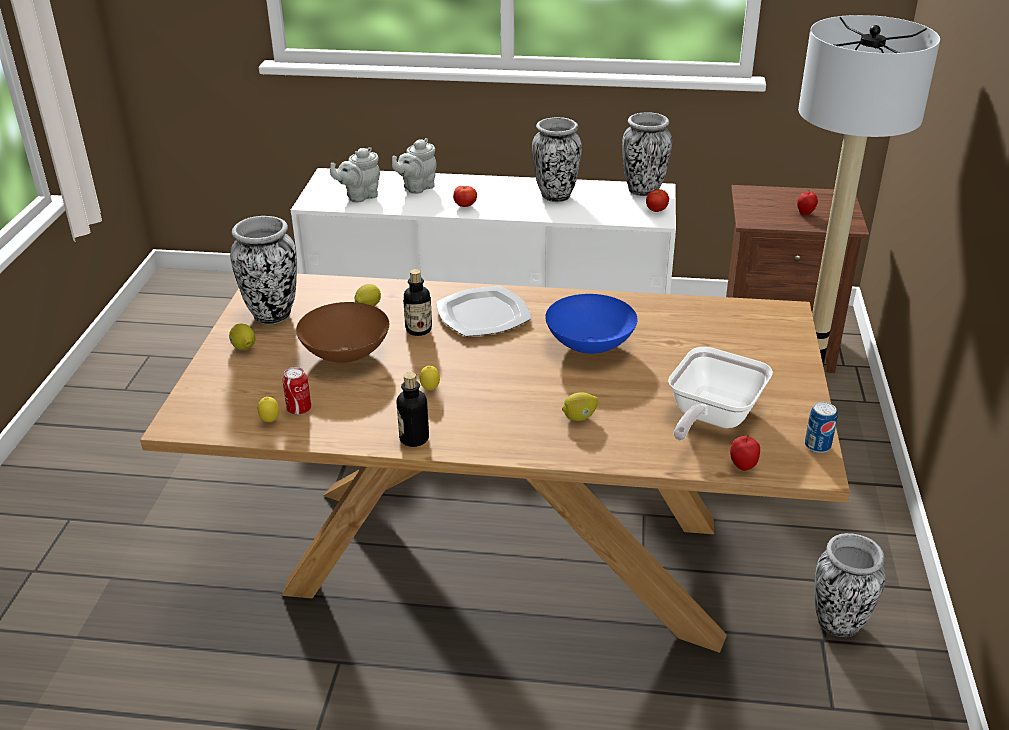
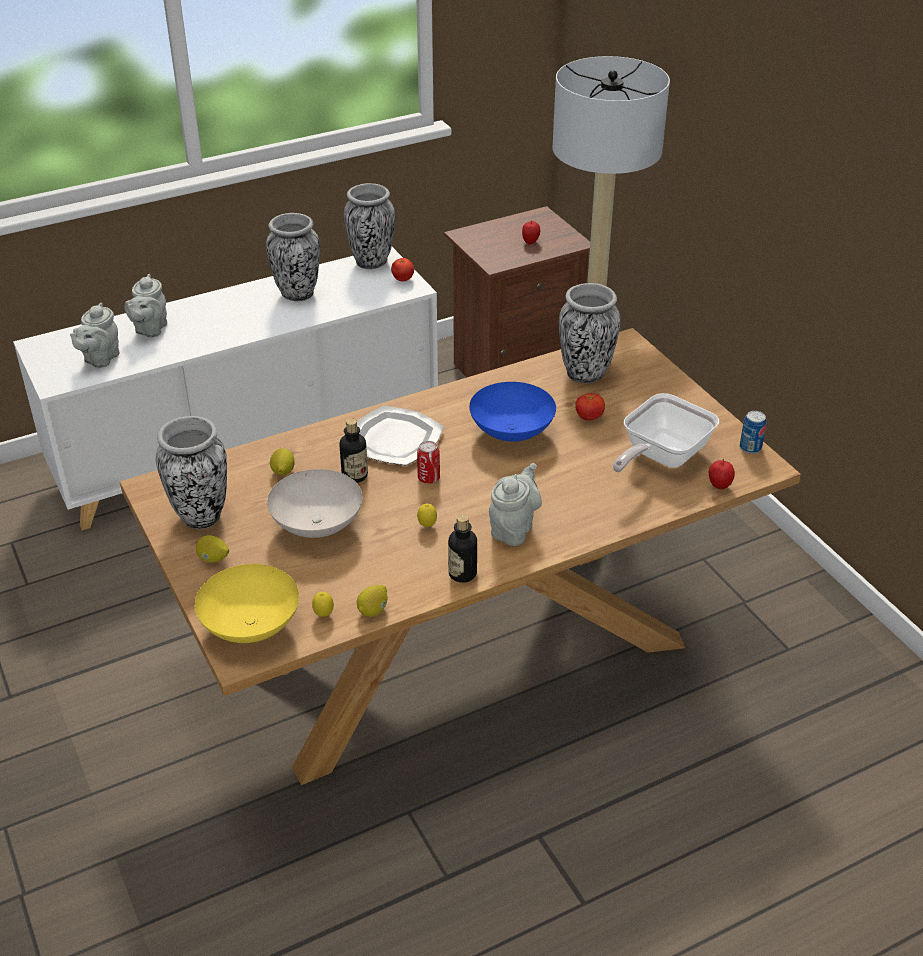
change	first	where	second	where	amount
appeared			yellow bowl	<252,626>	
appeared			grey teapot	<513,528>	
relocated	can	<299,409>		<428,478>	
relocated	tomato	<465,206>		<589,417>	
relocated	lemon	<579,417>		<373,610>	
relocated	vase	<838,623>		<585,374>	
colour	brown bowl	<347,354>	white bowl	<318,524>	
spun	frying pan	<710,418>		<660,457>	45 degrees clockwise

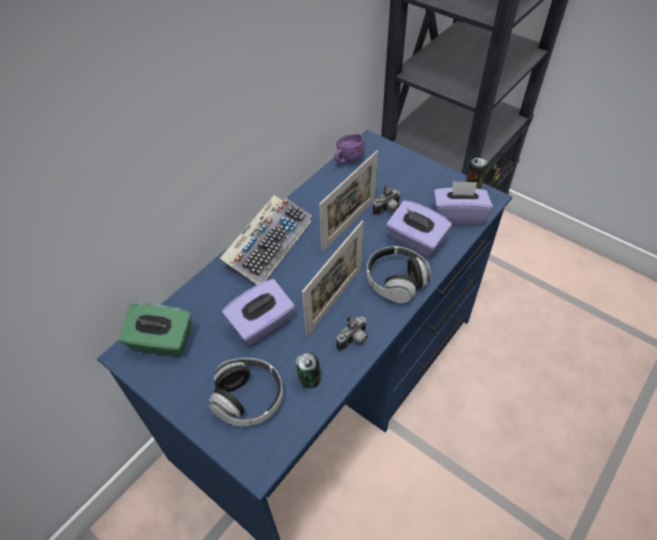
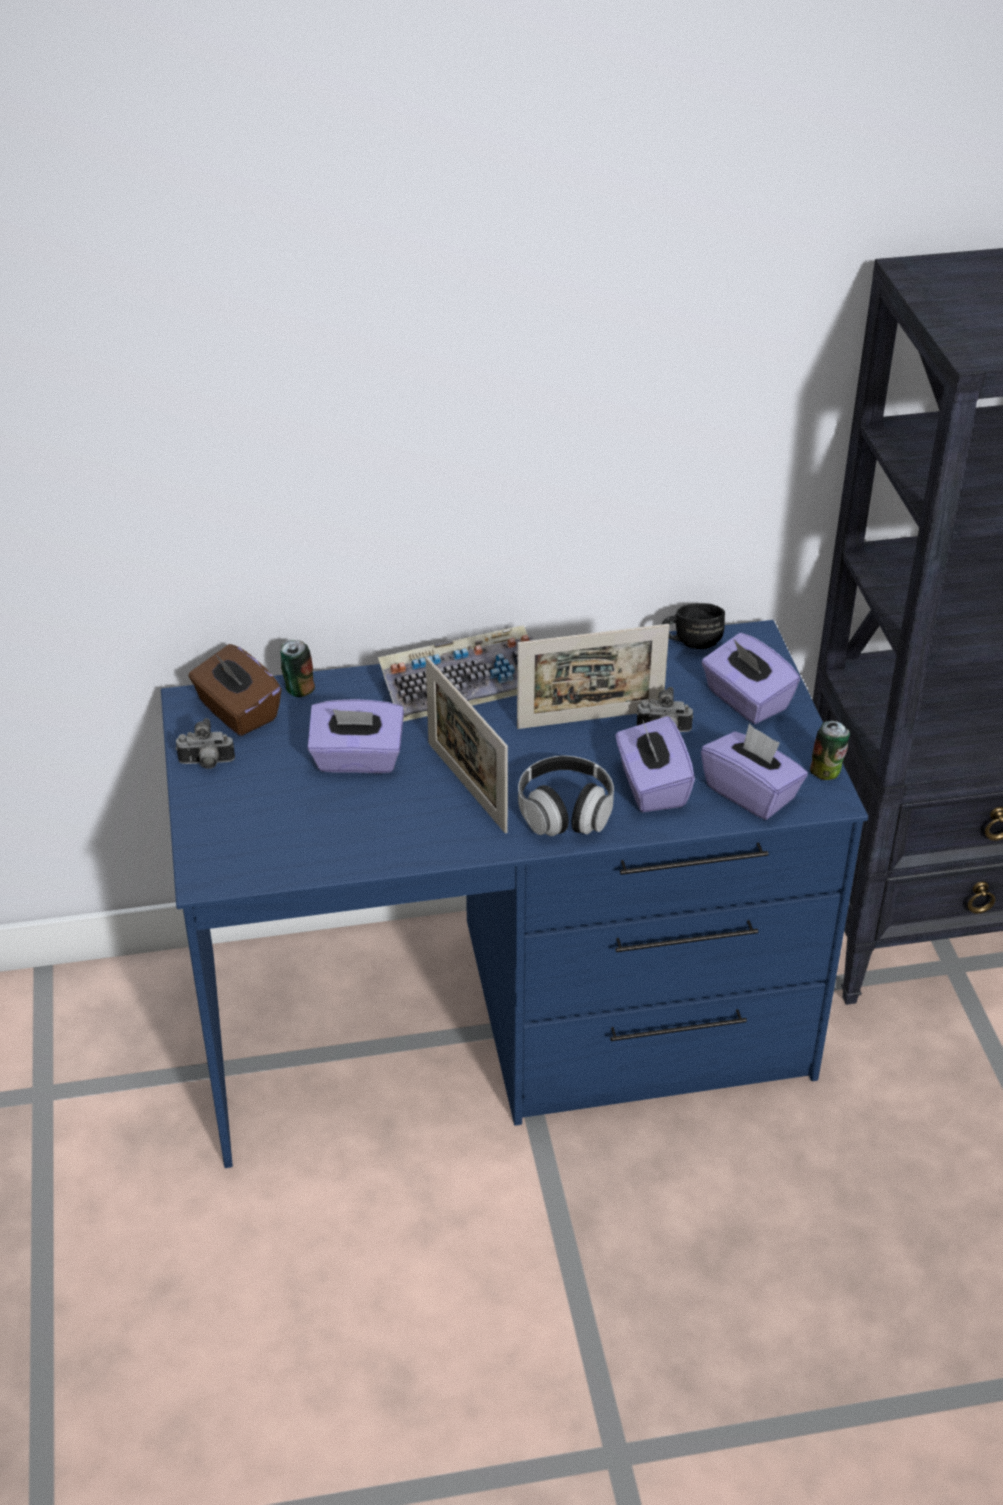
change	first	where	second	where	amount
missing	headphones	<248,399>			
appeared			purple tissue box	<746,700>	
relocated	can	<309,380>		<298,689>	
relocated	photo camera	<354,341>		<206,764>	
colour	green tissue box	<162,342>	brown tissue box	<237,712>	
colour	purple mug	<347,159>	black mug	<691,642>	
spun	picture frame	<335,300>		<466,787>	75 degrees clockwise

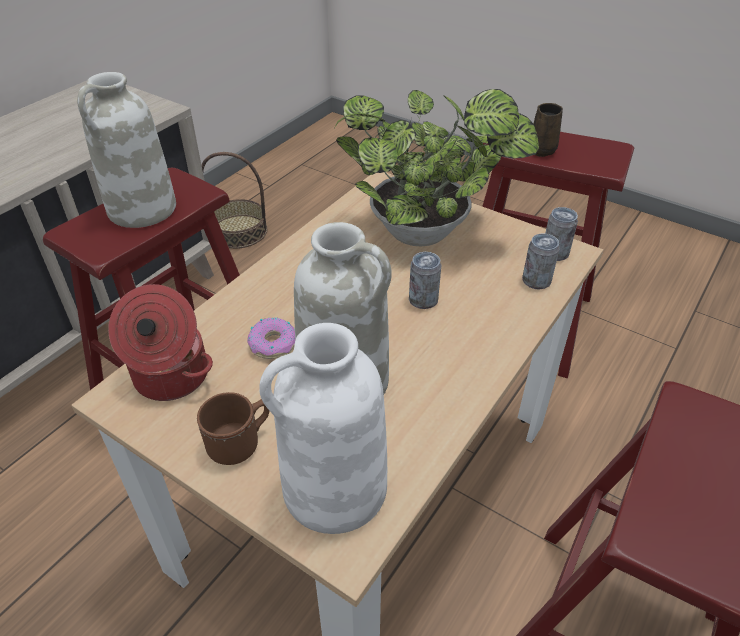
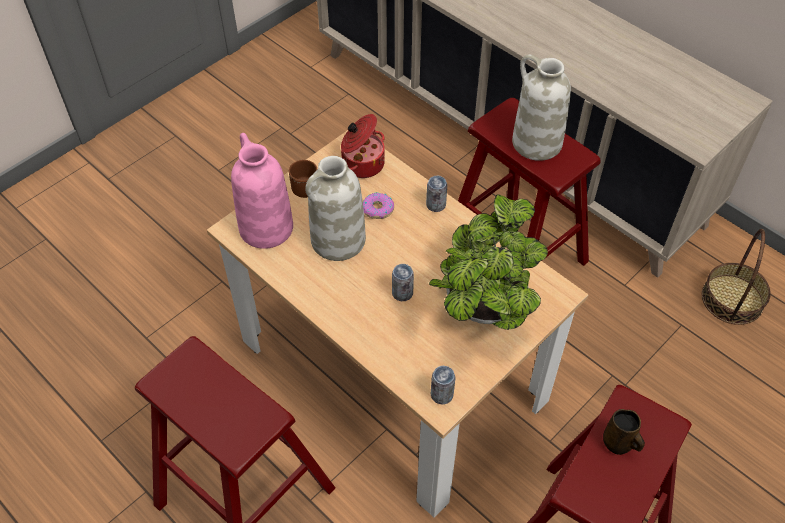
change	first	where	second	where	amount
relocated	can	<536,281>		<436,205>	
colour	white vase	<334,490>	pink vase	<265,227>	

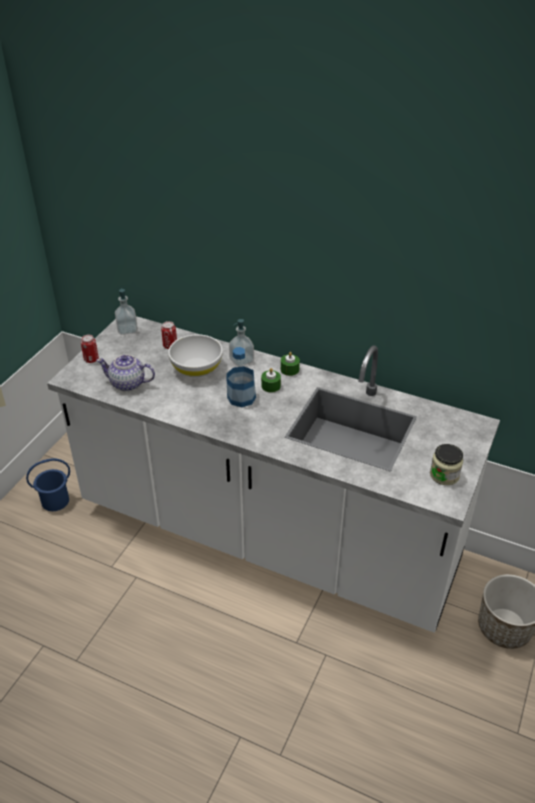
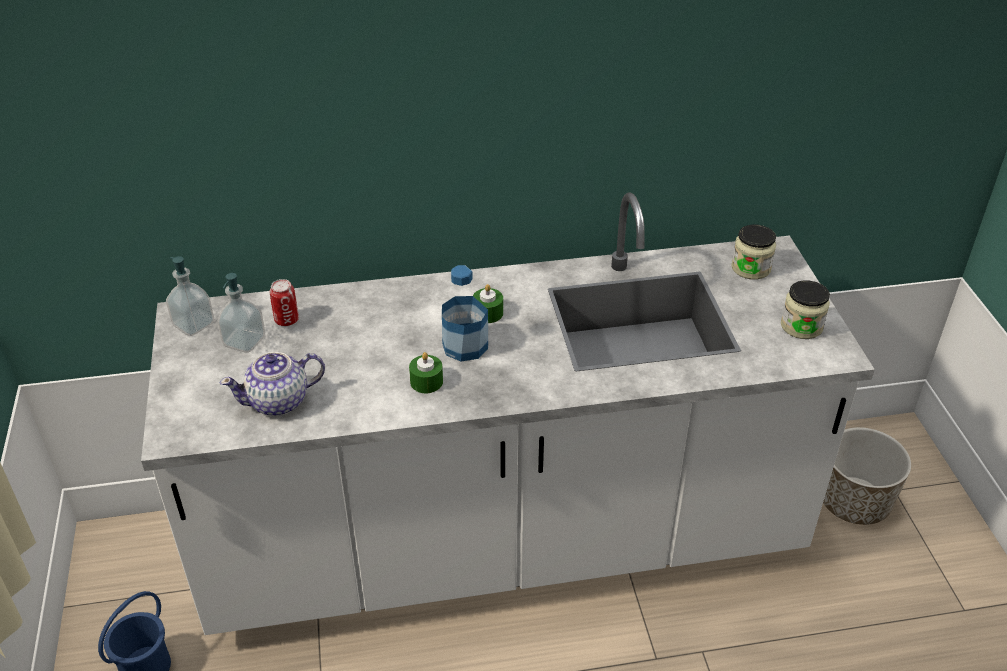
change	first	where	second	where	amount
missing	can	<91,359>			
missing	white bowl	<196,368>			
appeared			jar	<751,268>	
relocated	soap dispenser	<241,360>		<244,341>	
relocated	green candle	<289,369>		<426,382>	

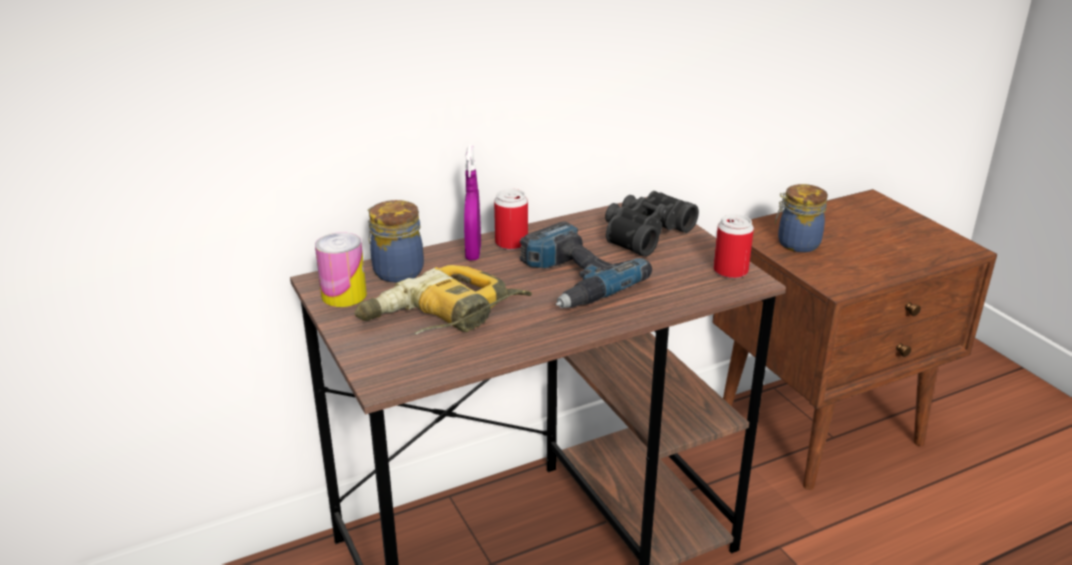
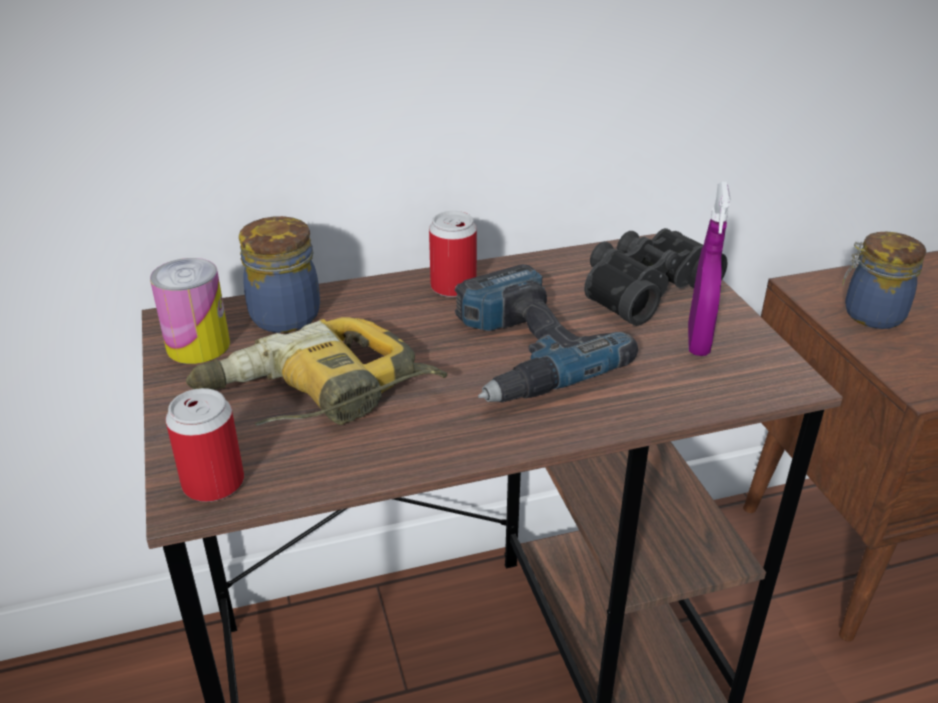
change	first	where	second	where	amount
relocated	purple spray bottle	<473,252>		<698,341>	
relocated	can	<730,271>		<213,483>	

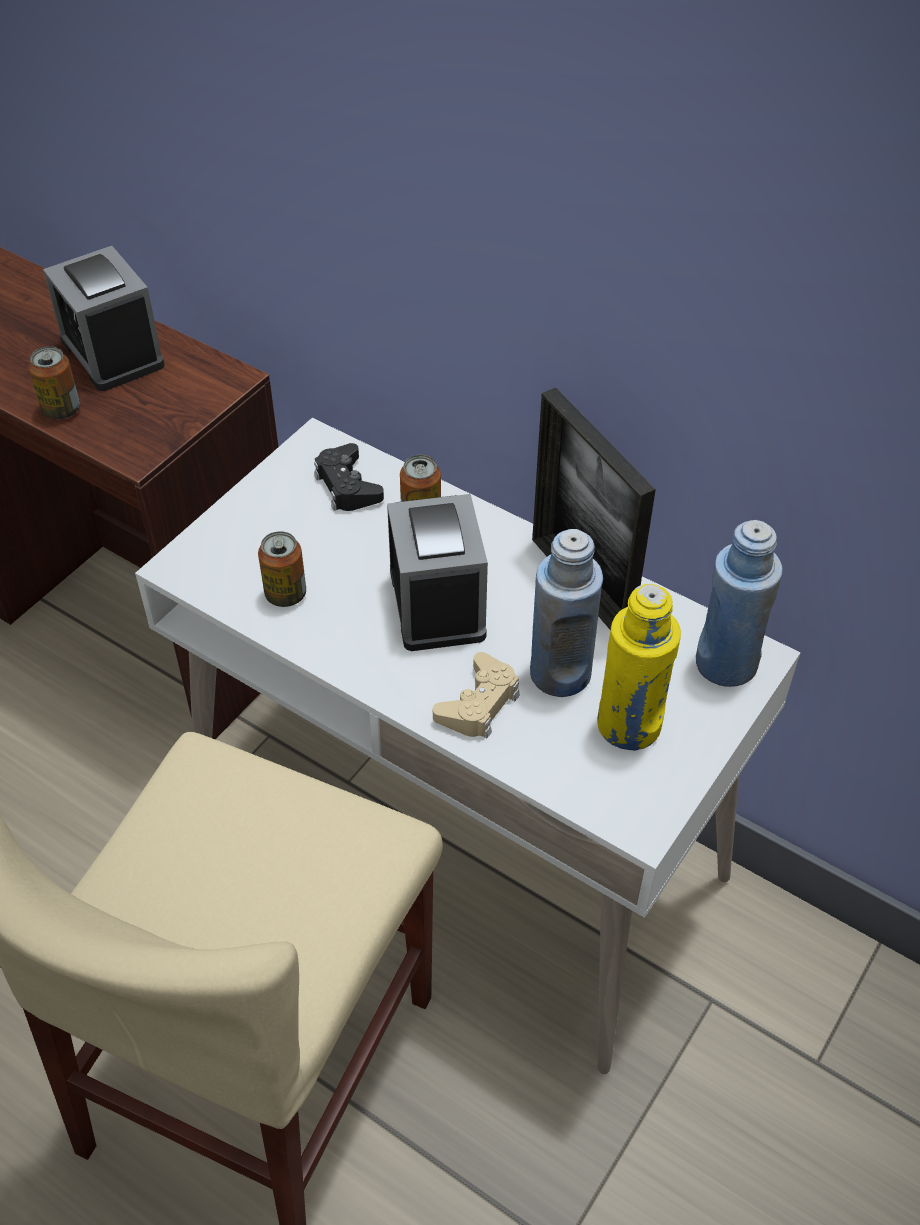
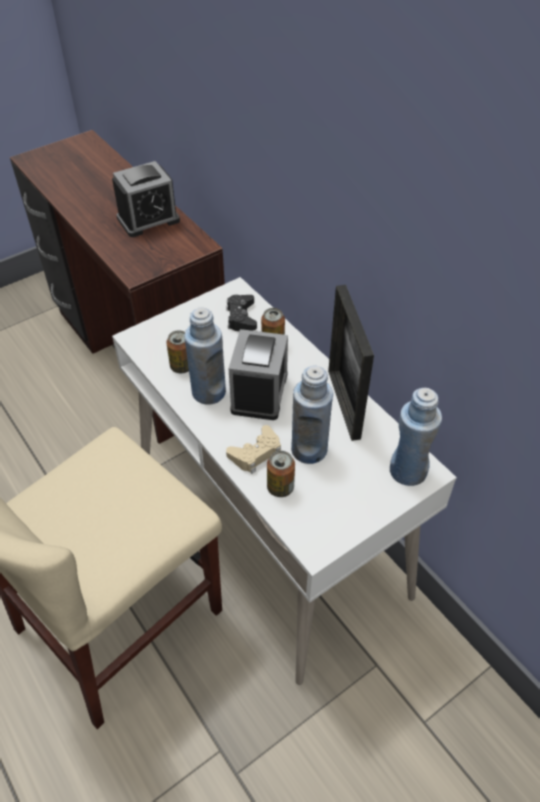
change	first	where	second	where	amount
missing	yellow bottle	<629,725>			
appeared			blue bottle	<208,392>	
relocated	can	<61,410>		<280,487>	
spun	alarm clock	<112,353>		<148,219>	105 degrees counterclockwise

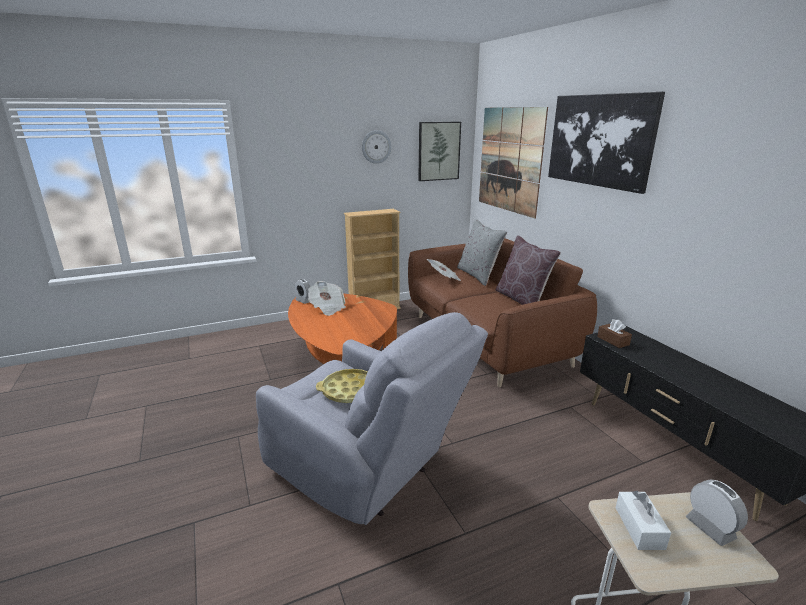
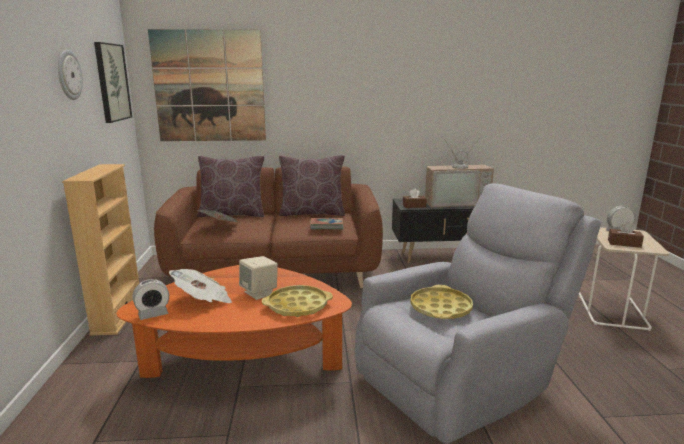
change	first	where	second	where	amount
missing	picture	<599,140>			
appeared			beige speaker	<259,293>	
appeared			yellow tray	<297,306>	
appeared			book	<326,226>	
appeared			television	<456,202>	
colour	grey pillow	<478,275>	brown pillow	<232,214>	
colour	white tissue box	<639,527>	brown tissue box	<624,243>	

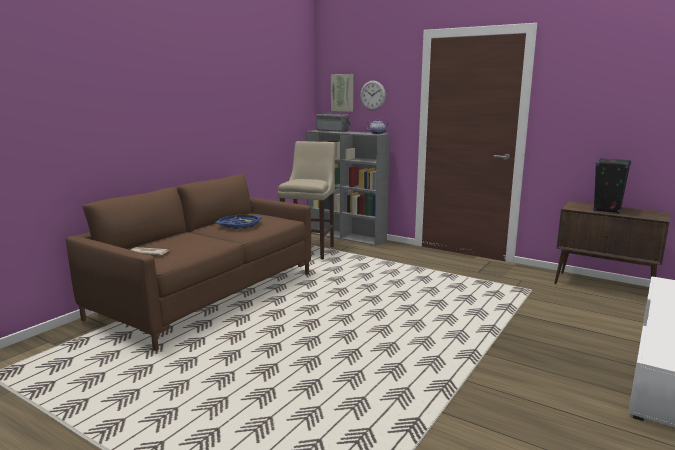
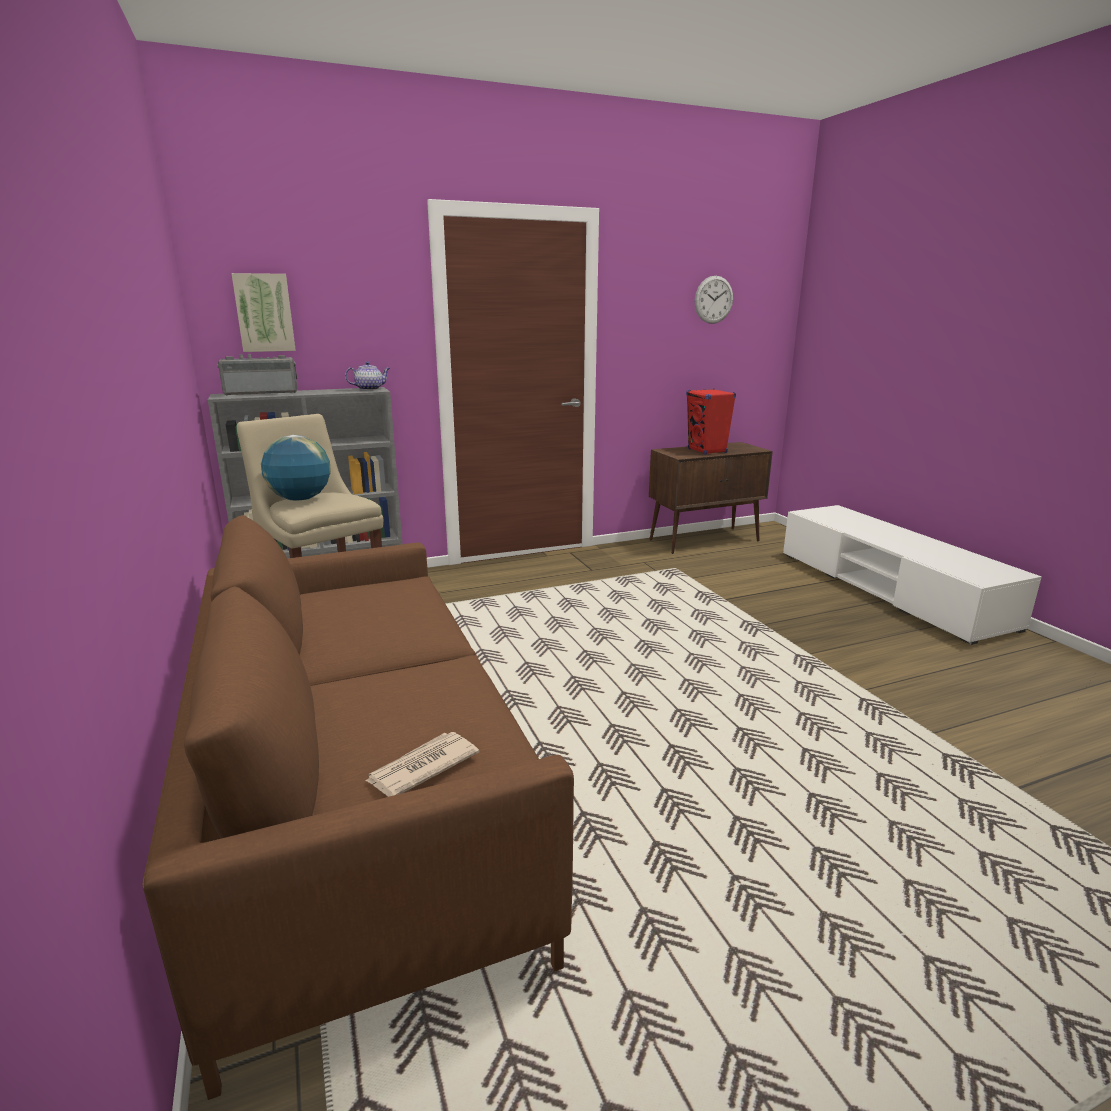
change	first	where	second	where	amount
missing	blue tray	<239,225>			
appeared			globe	<300,499>	
relocated	wall clock	<372,95>		<713,299>	
colour	black speaker	<607,210>	red speaker	<707,451>	

